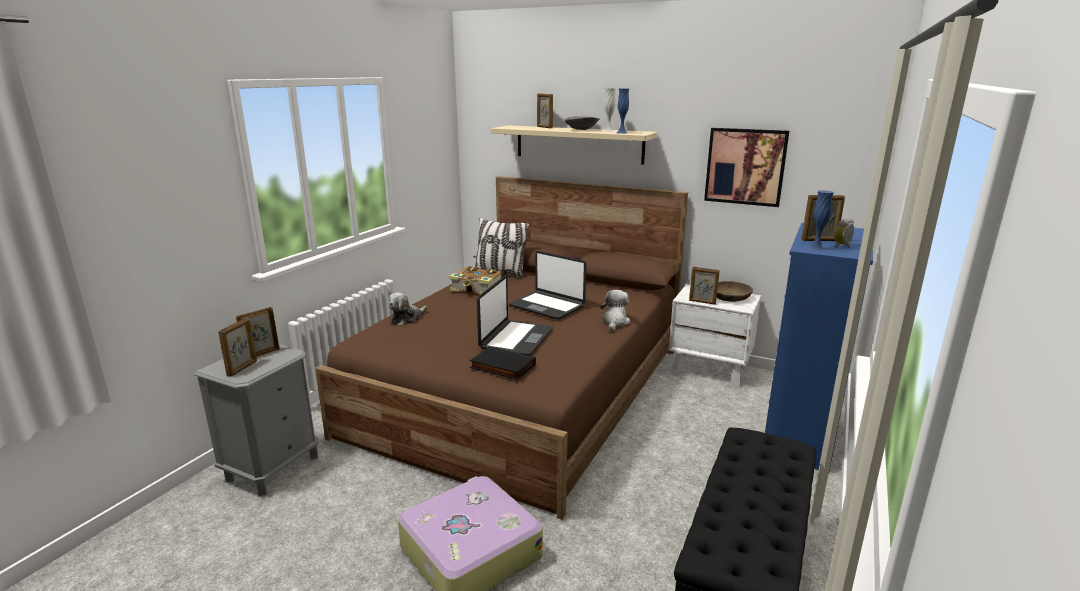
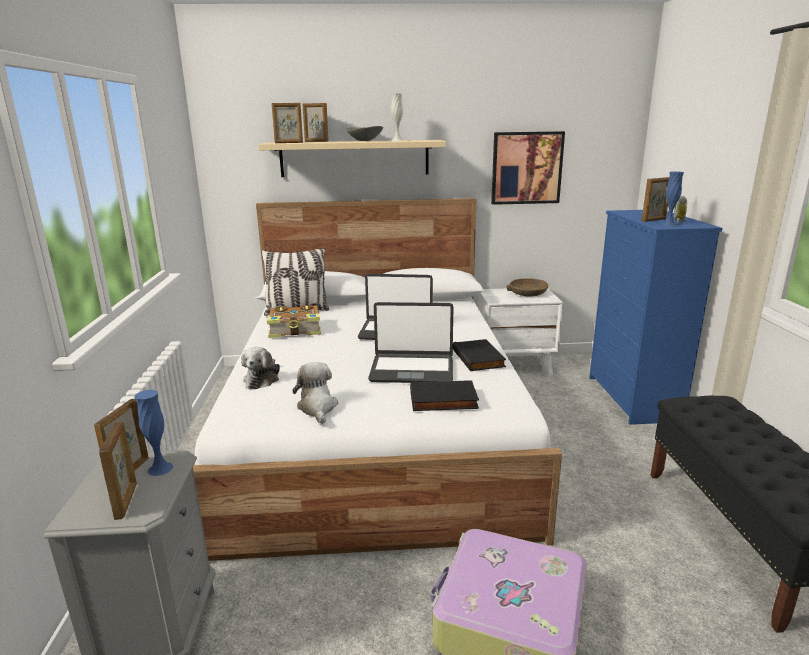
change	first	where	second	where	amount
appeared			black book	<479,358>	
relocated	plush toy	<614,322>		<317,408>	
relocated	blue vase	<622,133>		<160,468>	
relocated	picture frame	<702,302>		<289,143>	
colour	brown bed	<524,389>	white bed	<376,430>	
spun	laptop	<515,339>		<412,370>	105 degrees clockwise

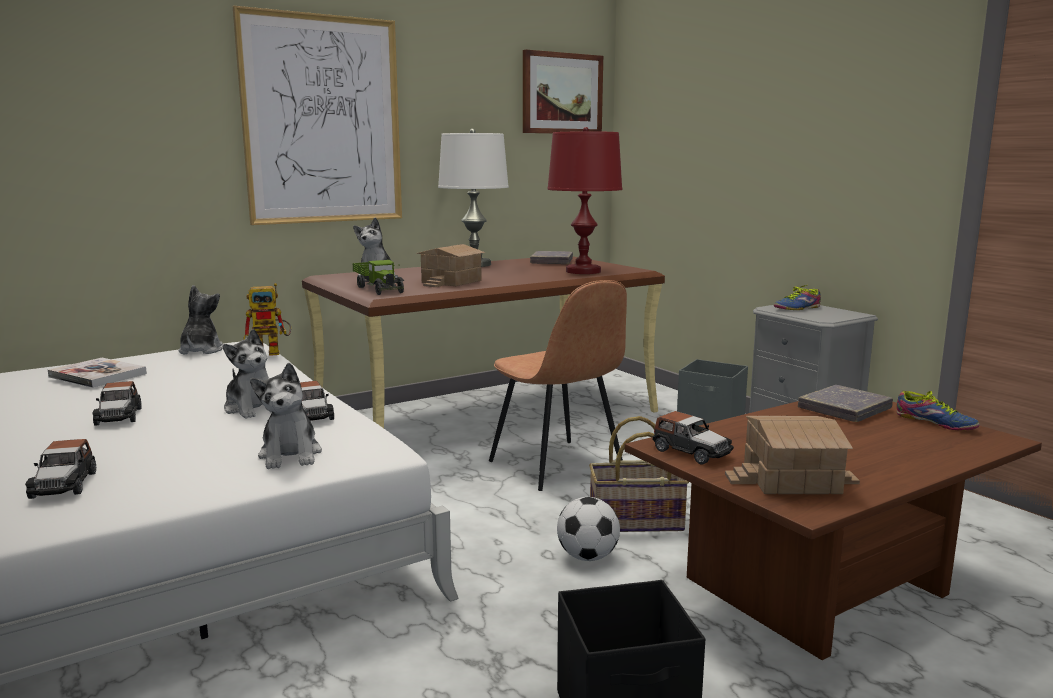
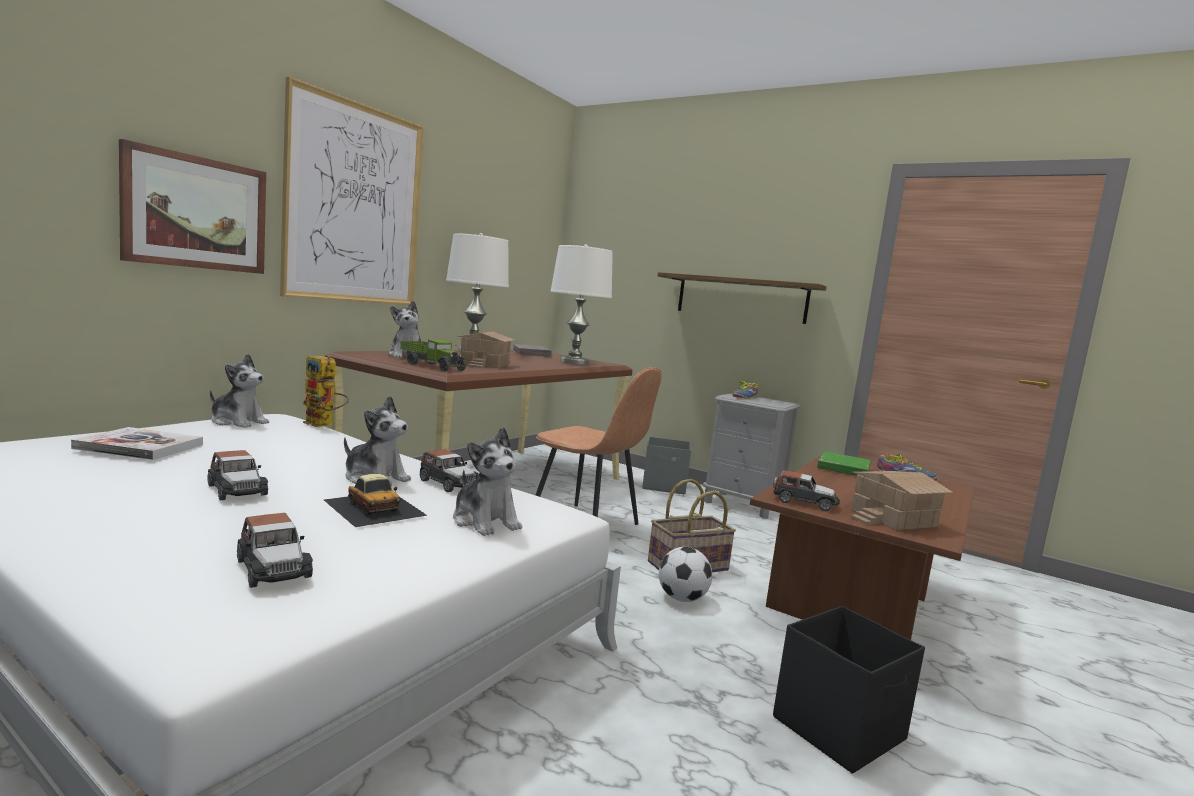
change	first	where	second	where	amount
appeared			toy car	<374,507>	
appeared			shelf	<741,298>	
relocated	picture	<562,94>		<196,213>	
colour	red table lamp	<583,271>	white table lamp	<574,362>	
colour	grey book	<844,409>	green book	<843,469>	
spun	plush toy	<200,350>		<238,422>	135 degrees clockwise
spun	toy robot	<273,352>		<324,425>	75 degrees clockwise

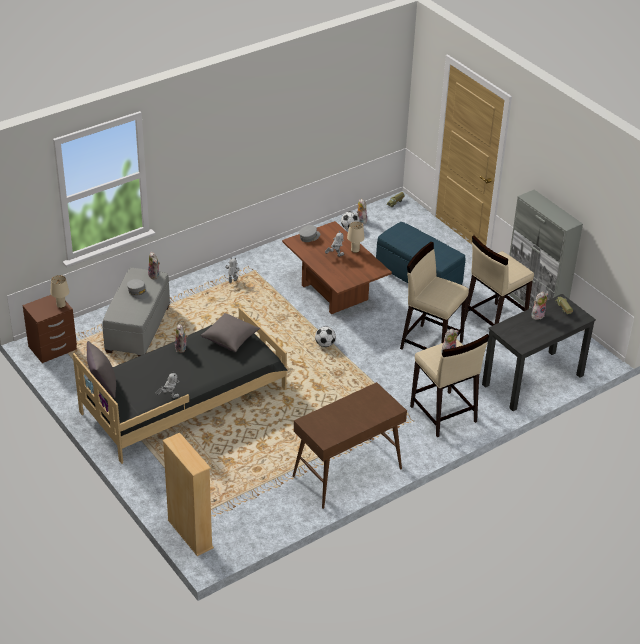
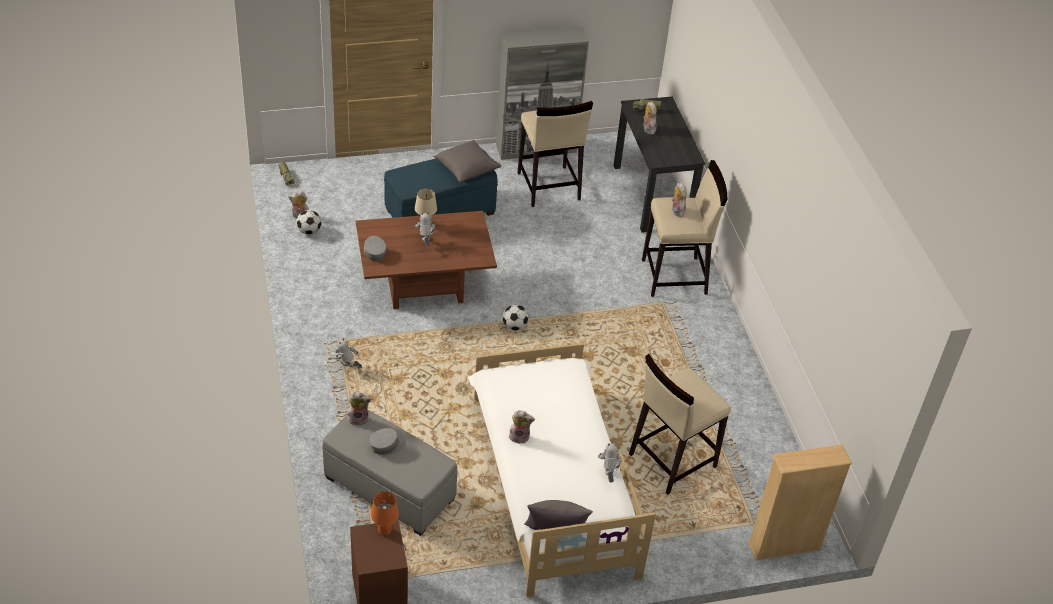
change	first	where	second	where	amount
missing	brown console table	<347,473>			
relocated	grey pillow	<230,339>		<466,169>	
relocated	beige stool	<431,344>		<671,460>	
colour	beige table lamp	<61,305>	orange table lamp	<384,530>	
colour	black bed	<184,399>	white bed	<552,483>	

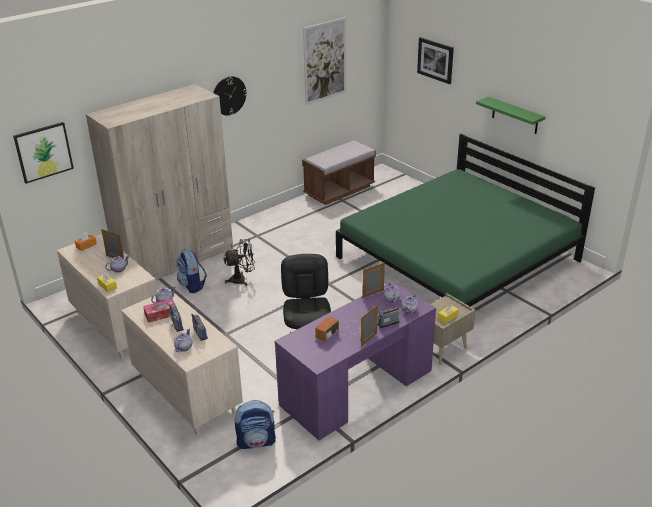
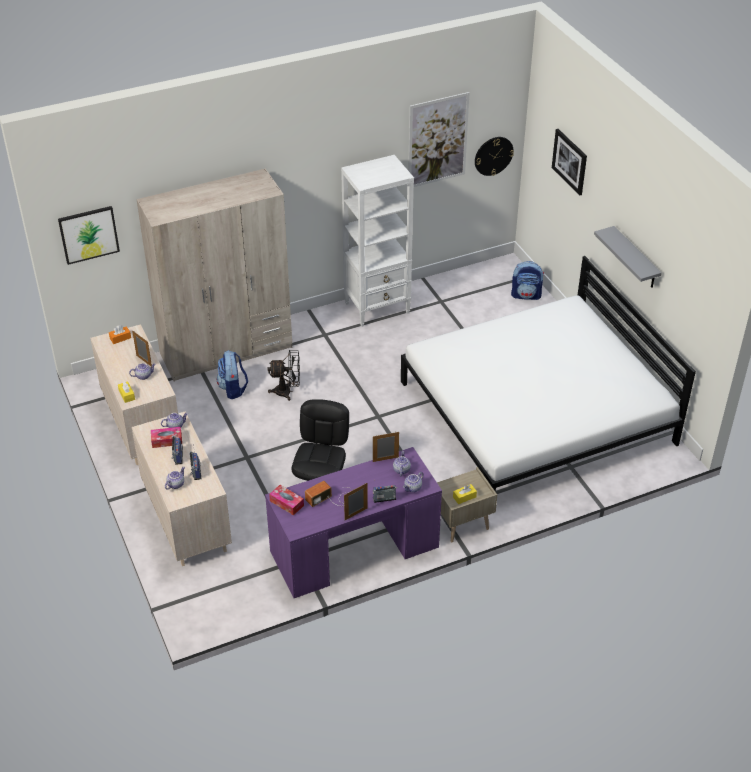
change	first	where	second	where	amount
missing	brown bench	<339,191>			
appeared			tissue box	<286,503>	
appeared			white bookcase	<378,308>	
relocated	wall clock	<229,95>		<493,156>	
relocated	backpack	<256,441>		<526,295>	
colour	green bed	<458,259>	white bed	<536,412>	
colour	green shelf	<515,116>	grey shelf	<635,258>	

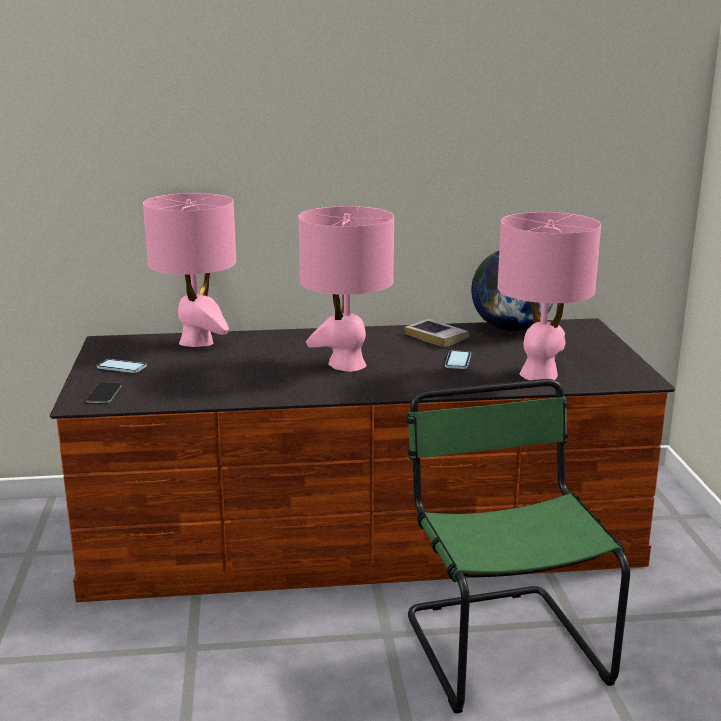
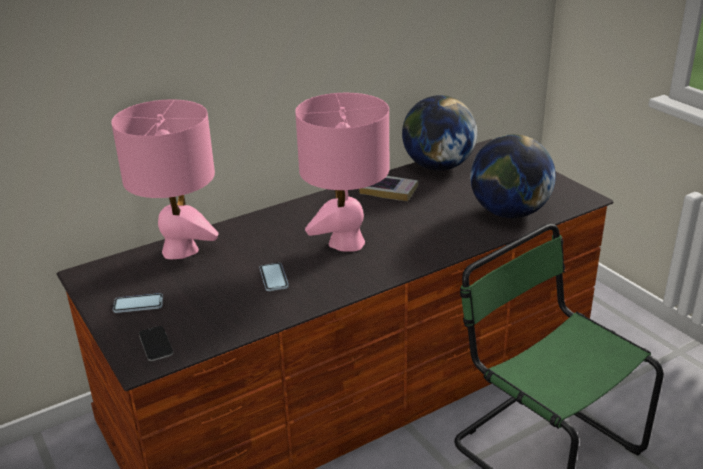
change	first	where	second	where	amount
relocated	phone	<458,361>		<273,278>	
exchanged	pink table lamp	<540,374>	globe	<509,213>	

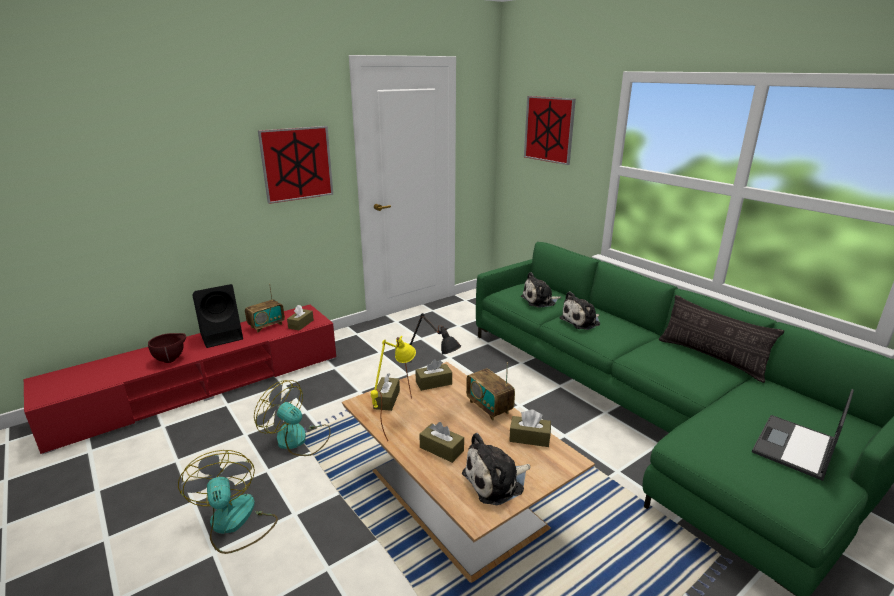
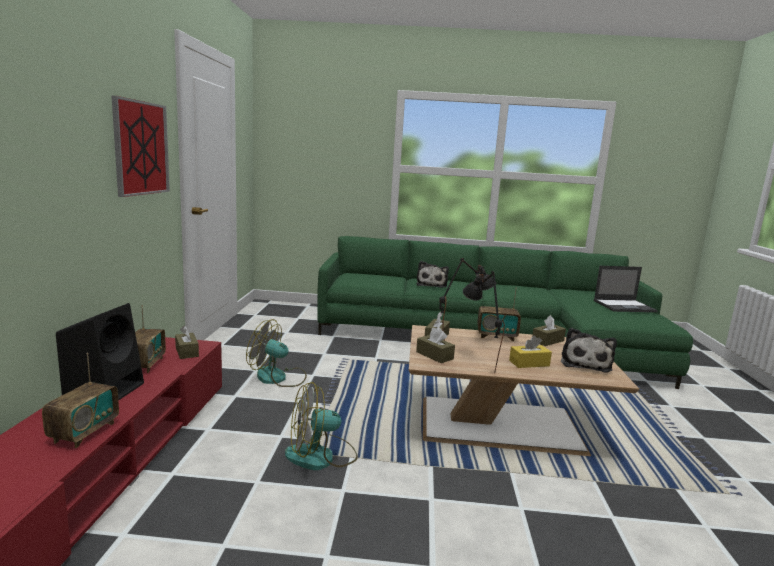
change	first	where	second	where	amount
missing	plush toy	<540,301>			
missing	picture	<549,129>			
missing	pillow	<711,358>			
relocated	fan	<234,523>		<278,378>	
exchanged	brown bowl	<172,360>	radio	<84,432>	
colour	yellow table lamp	<394,425>	black table lamp	<476,365>	
colour	brown tissue box	<441,449>	yellow tissue box	<529,363>	
spun	laptop	<794,447>		<624,306>	90 degrees counterclockwise

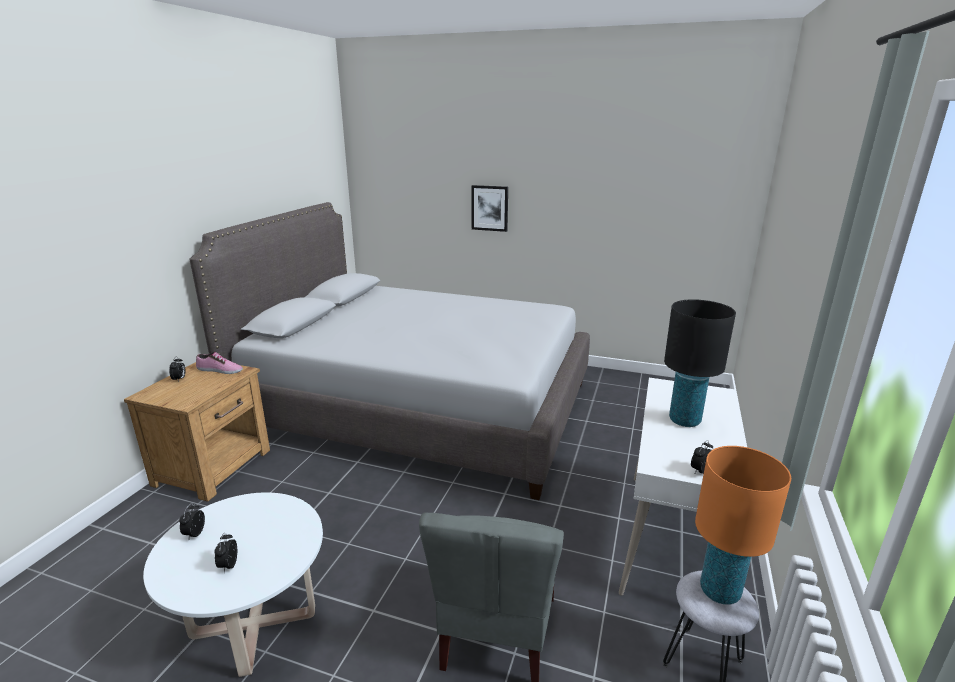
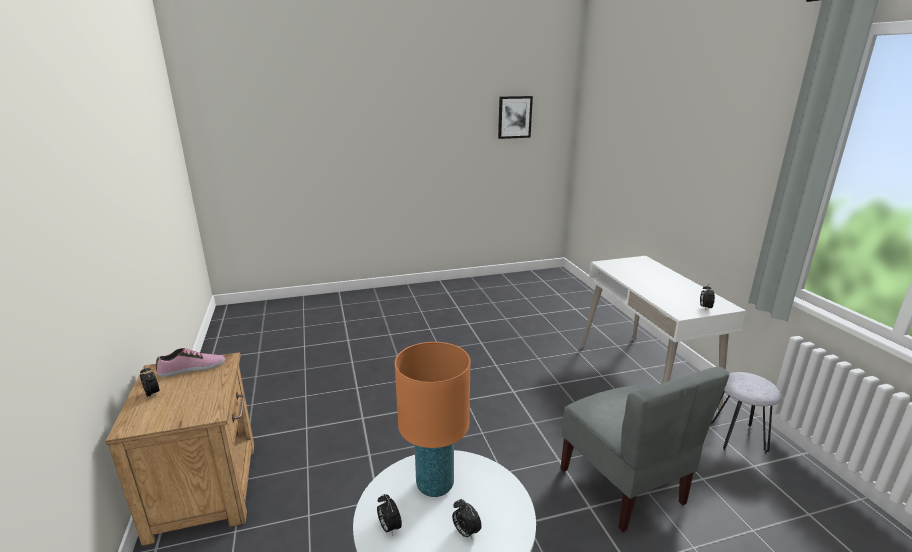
change	first	where	second	where	amount
missing	grey bed	<419,407>			
missing	black table lamp	<684,421>			
relocated	picture	<490,208>		<514,117>	
relocated	orange table lamp	<719,591>		<435,485>	

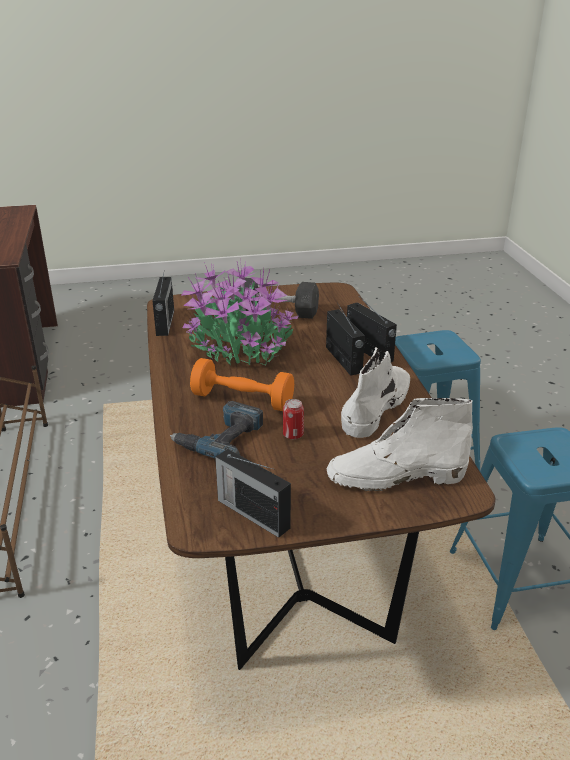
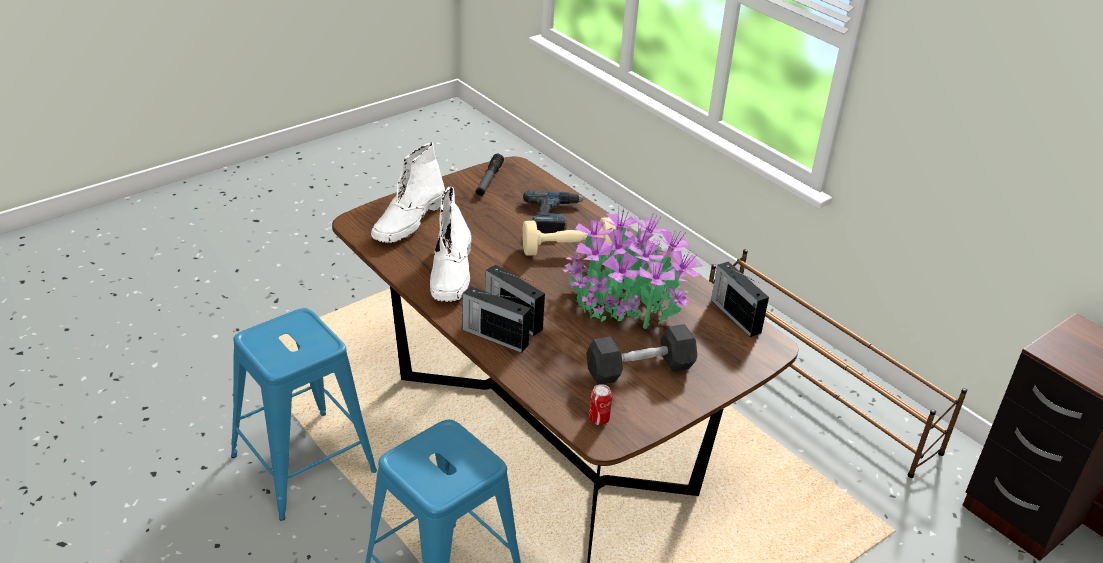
change	first	where	second	where	amount
relocated	can	<293,435>		<598,419>	
exchanged	radio	<252,513>	flashlight	<489,180>	
colour	orange dumbbell	<242,400>	beige dumbbell	<567,250>	
spun	white boot	<395,477>		<408,221>	150 degrees clockwise

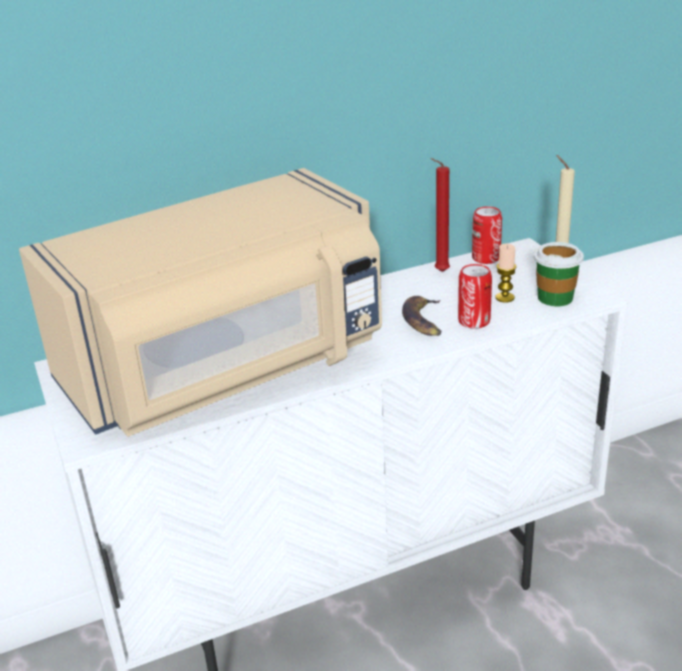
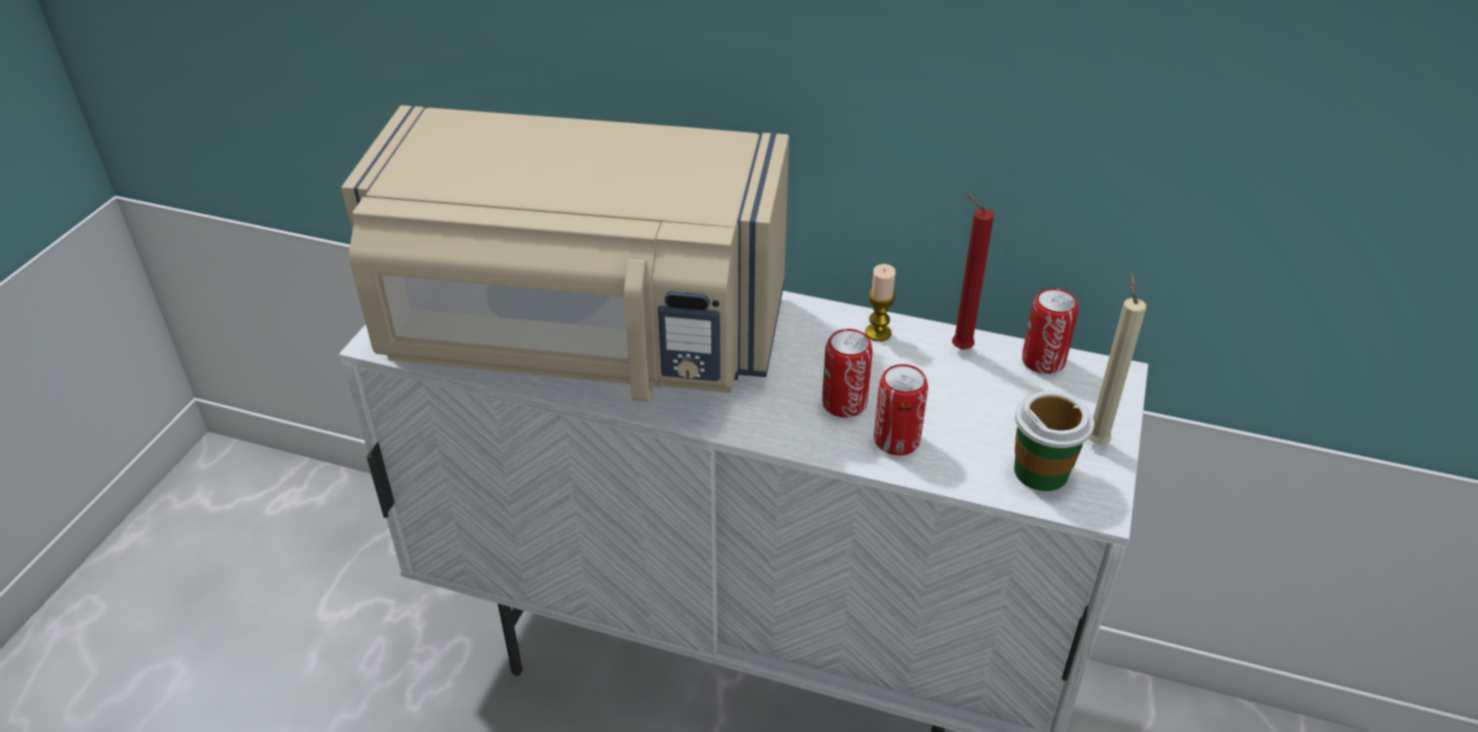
change	first	where	second	where	amount
relocated	candle	<505,298>		<878,333>	
exchanged	banana	<424,321>	can	<844,403>	

